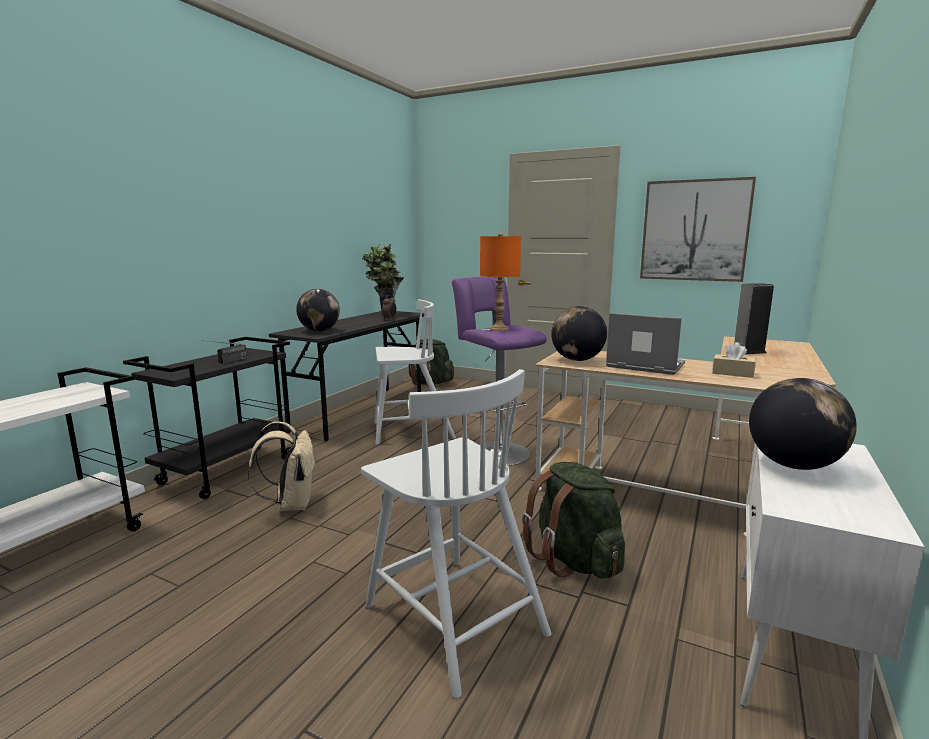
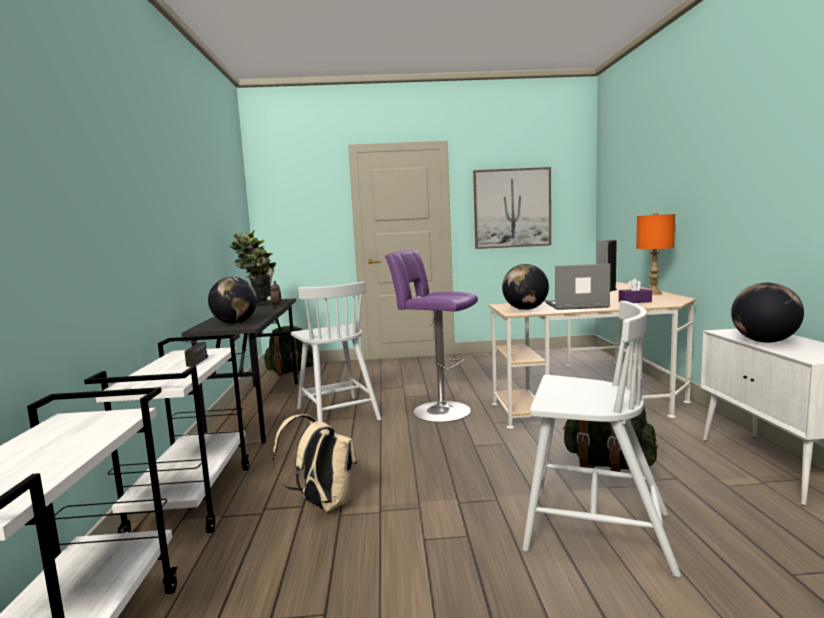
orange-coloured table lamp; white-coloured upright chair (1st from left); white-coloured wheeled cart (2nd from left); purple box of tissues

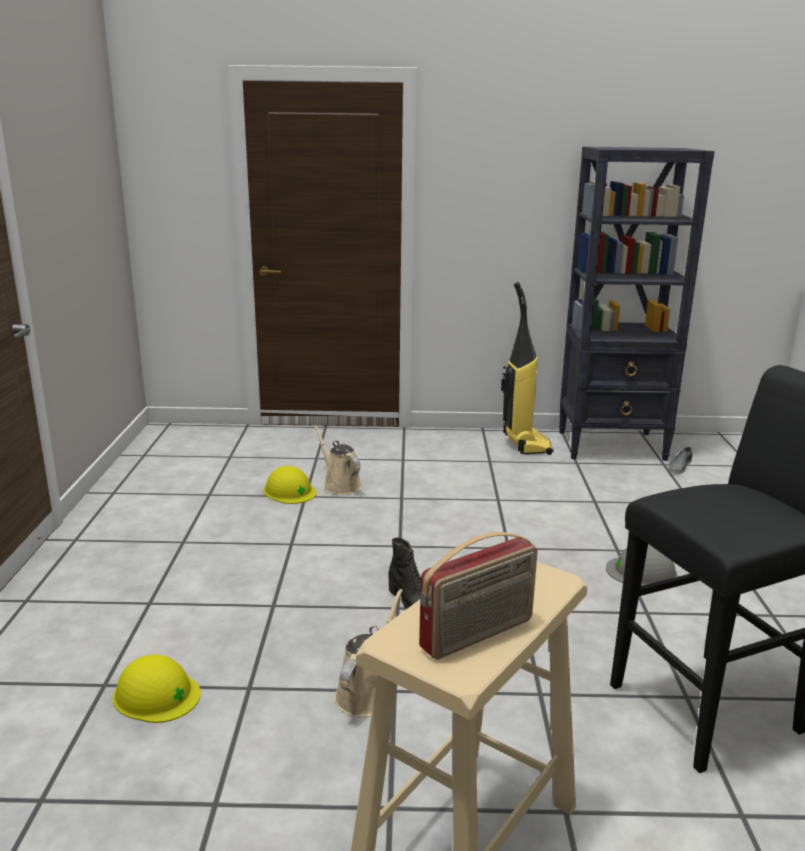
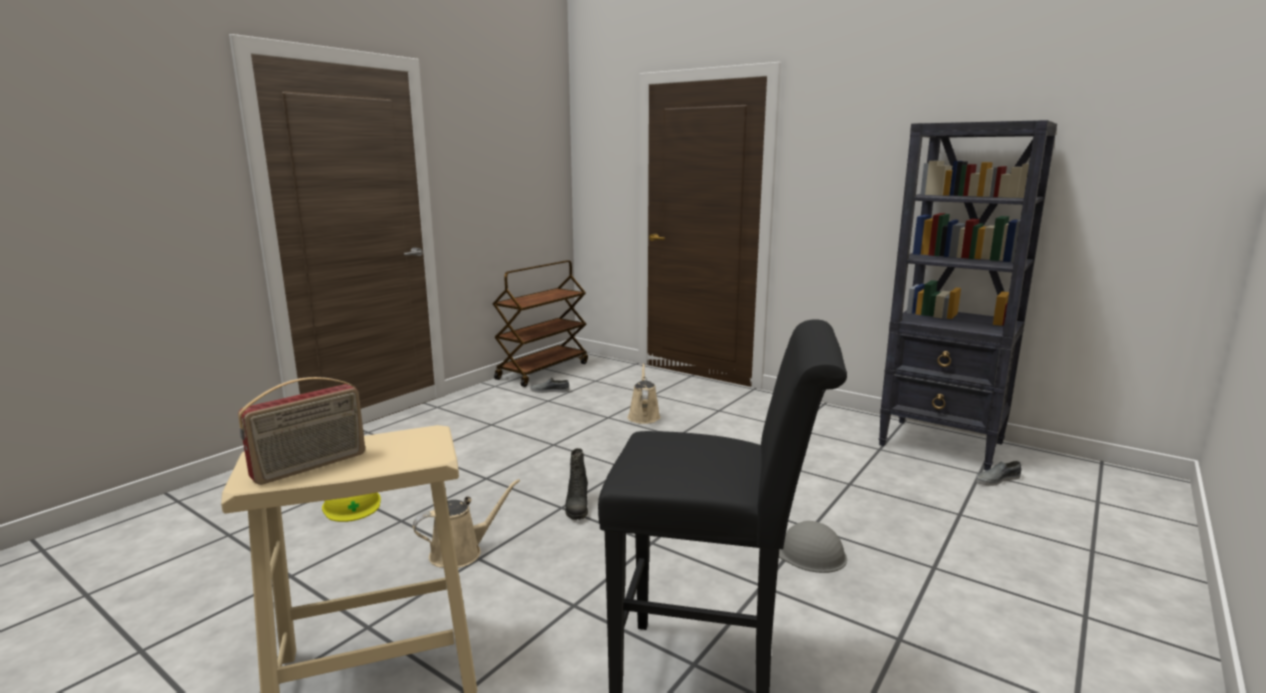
hoover; yellow work helmet (2nd from left in the first image); radio set; brown-coloured wheeled cart; greyish low shoe (1st from left)

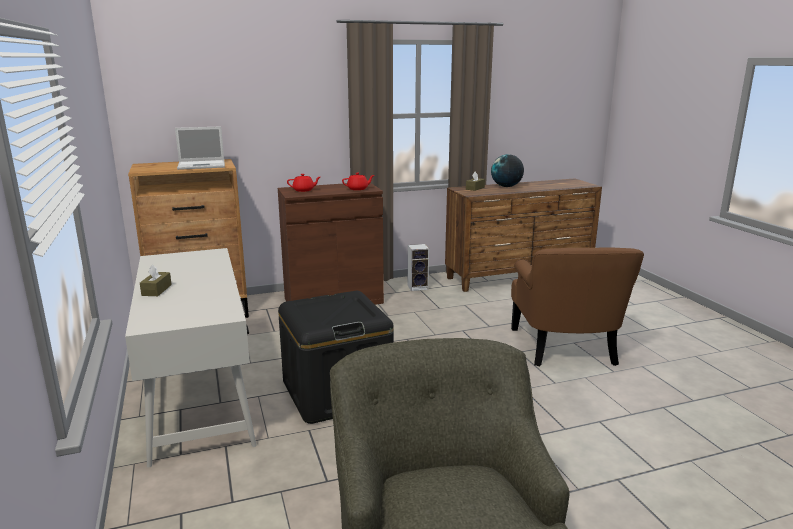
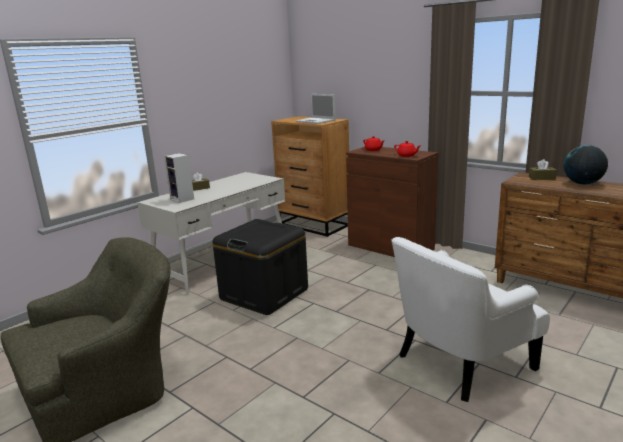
loudspeaker; white-coloured lounge chair

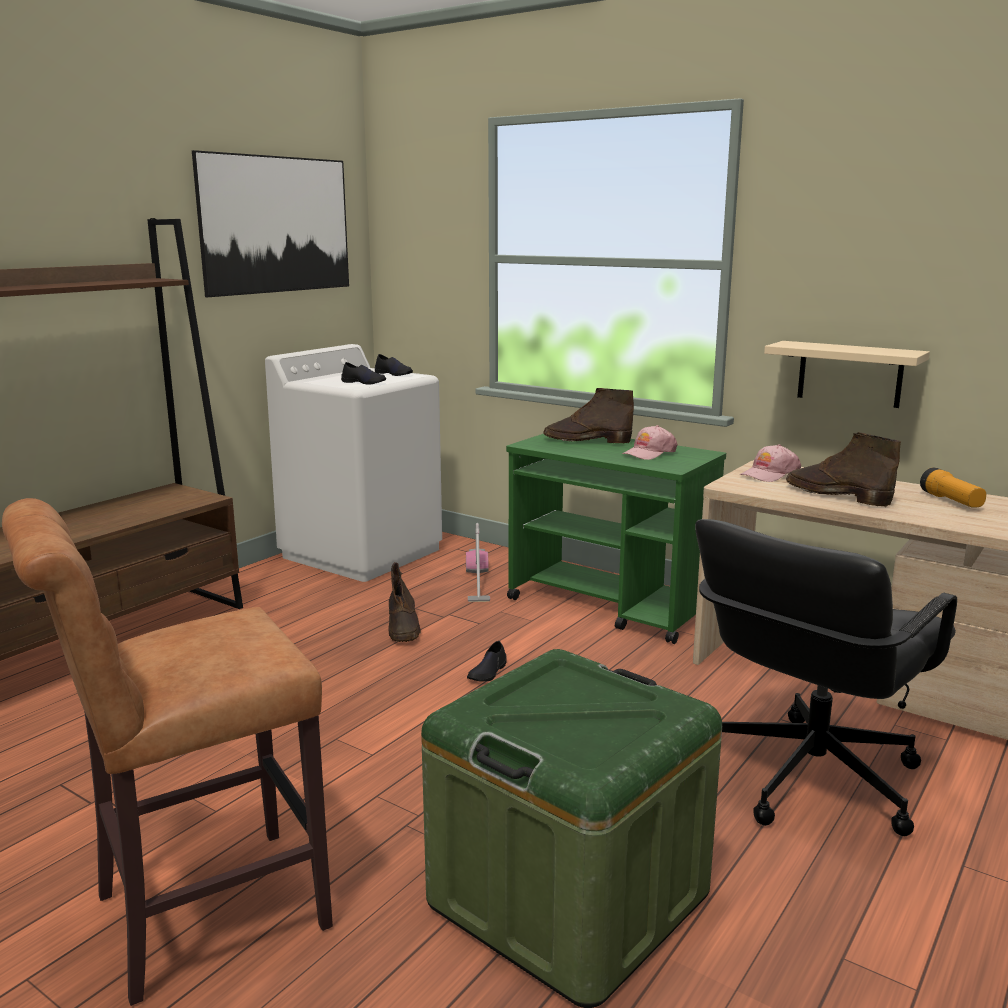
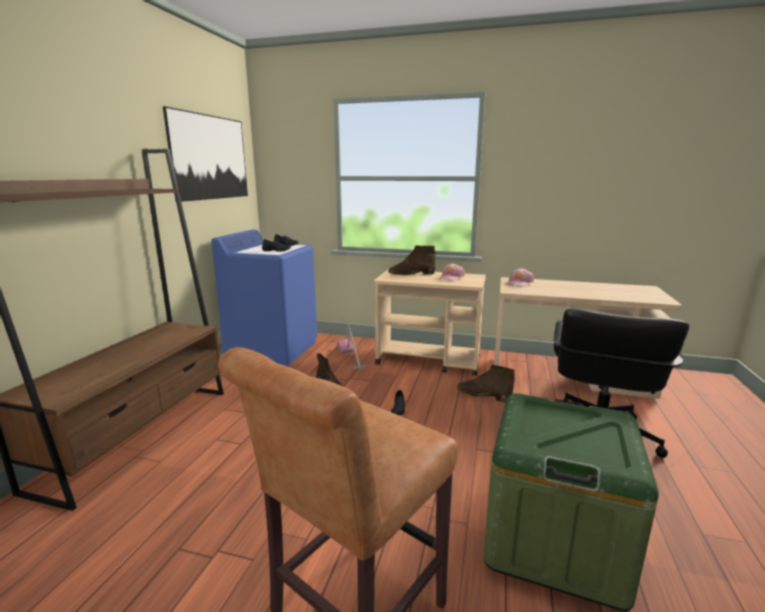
beige wall shelf; blue laundry appliance; brown-coloured tall boot (3rd from left); beige wheeled cart; hand torch

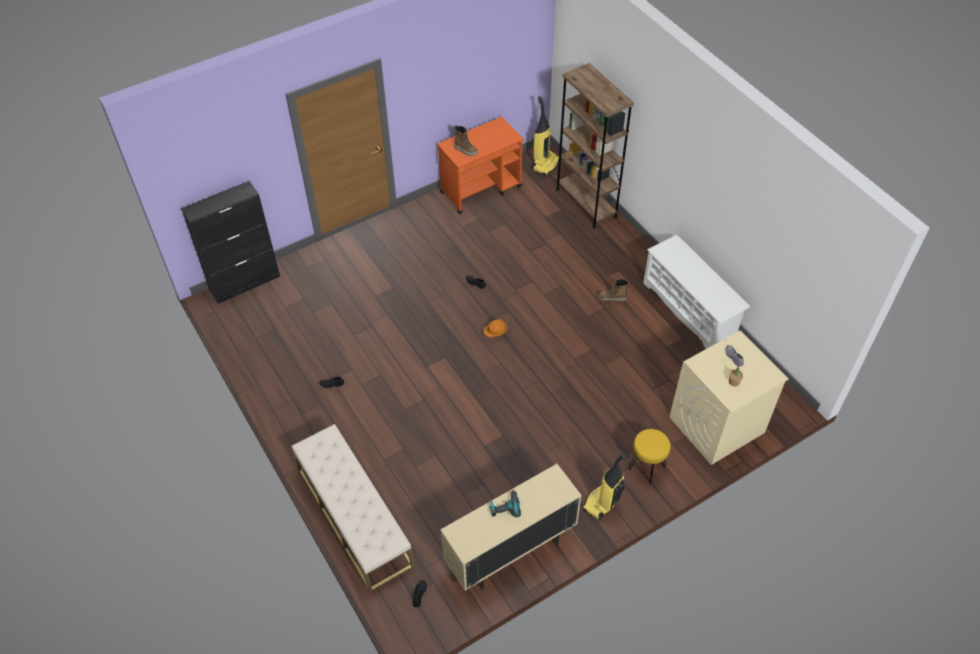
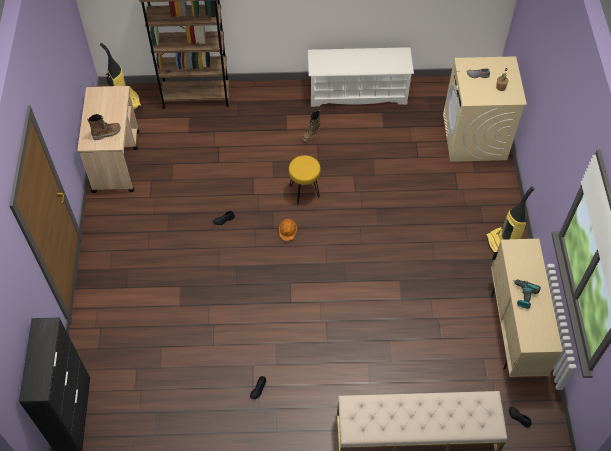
beige wheeled cart; yellow sitting stool

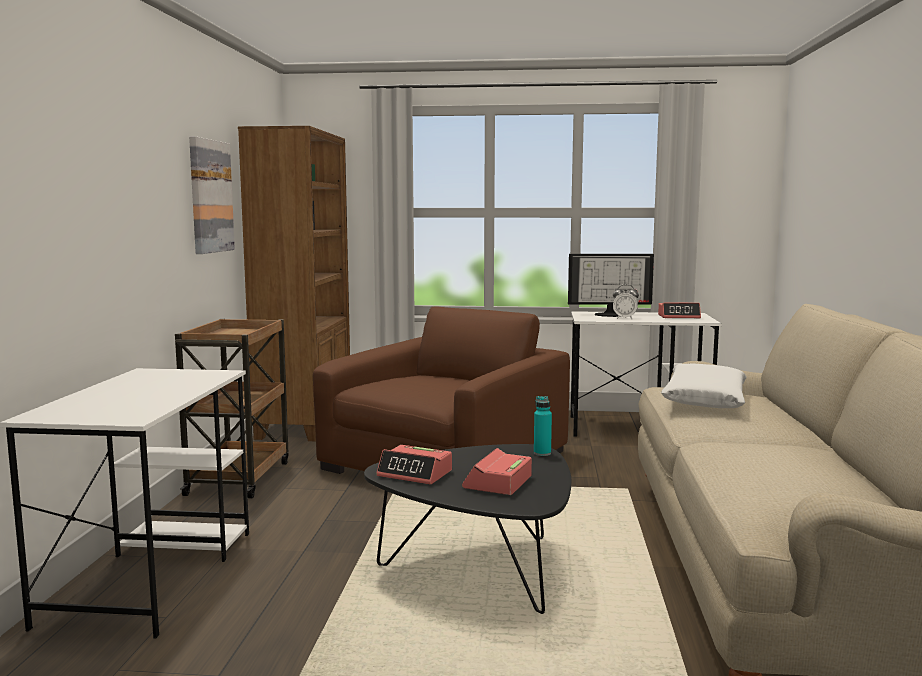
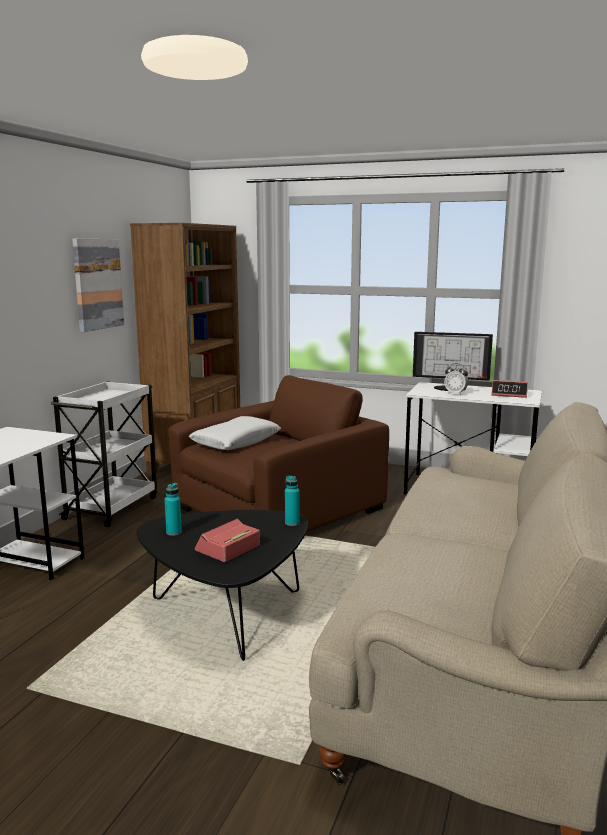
white-coloured wheeled cart; white-coloured throw pillow; turquoise beverage bottle (1st from left)

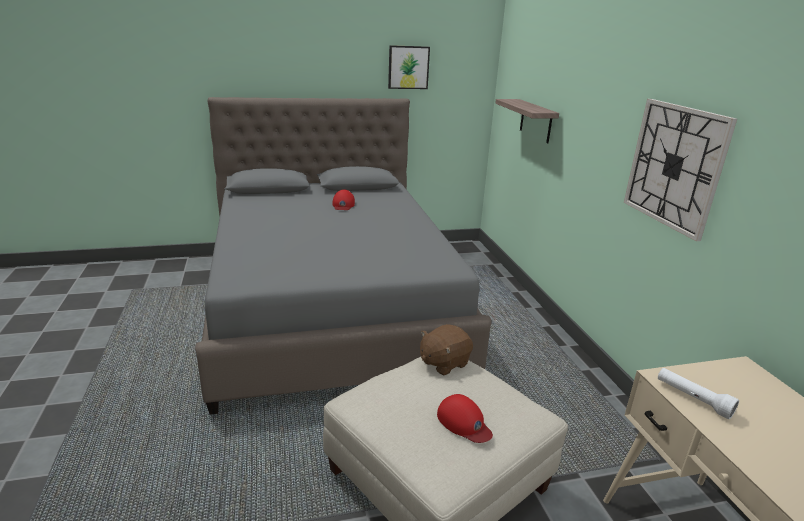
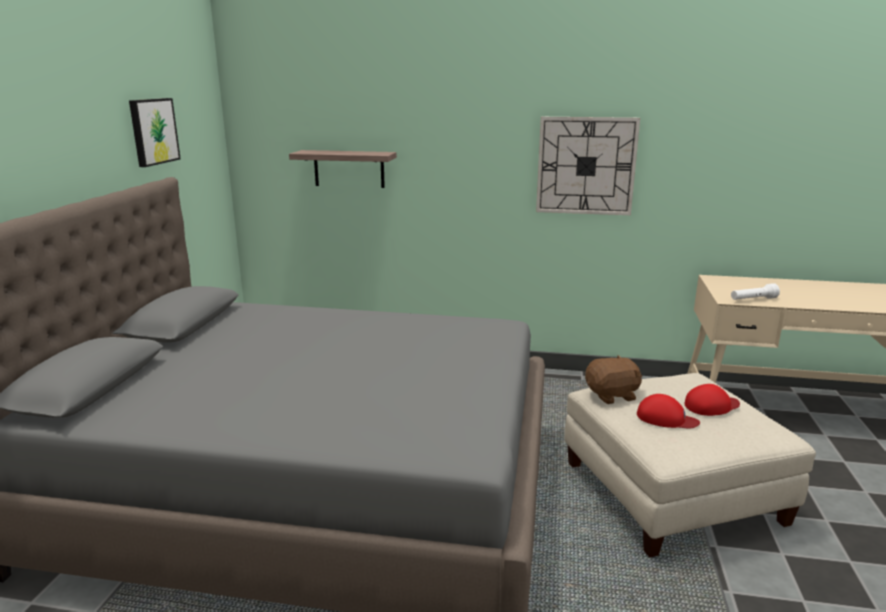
reddish cap (1st from left); brown-coloured plush toy

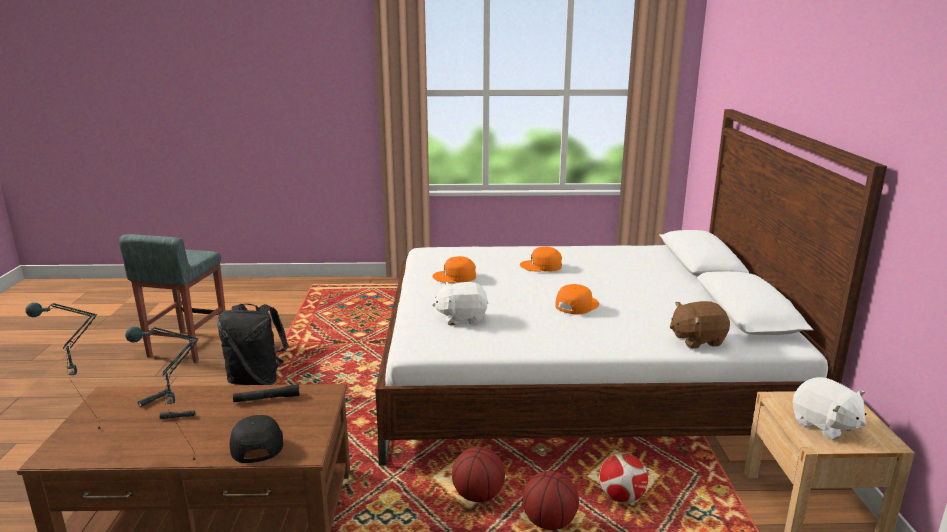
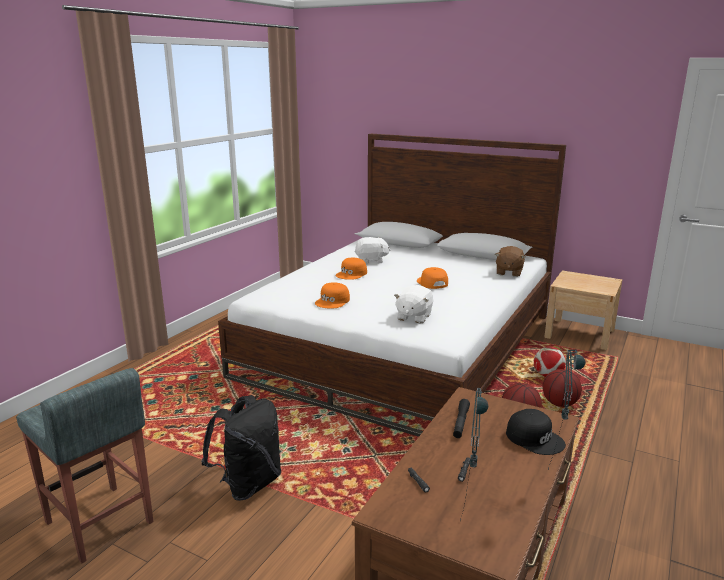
white-coloured plush toy (1st from left); blackish cap

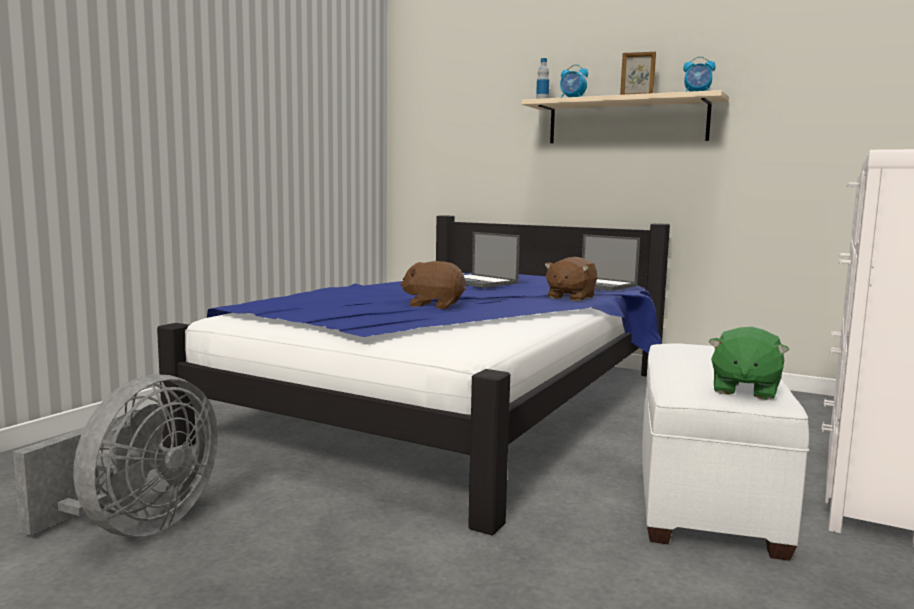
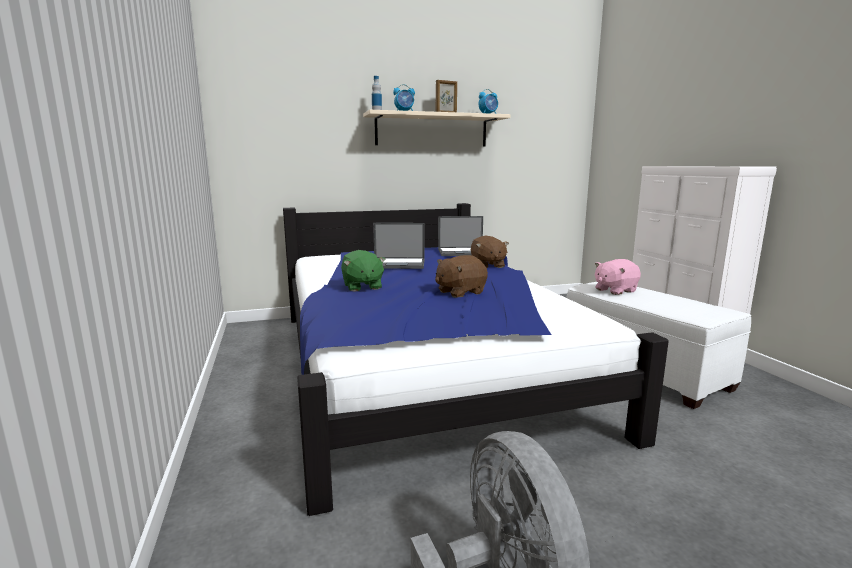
greenish plush toy; pink-coloured plush toy

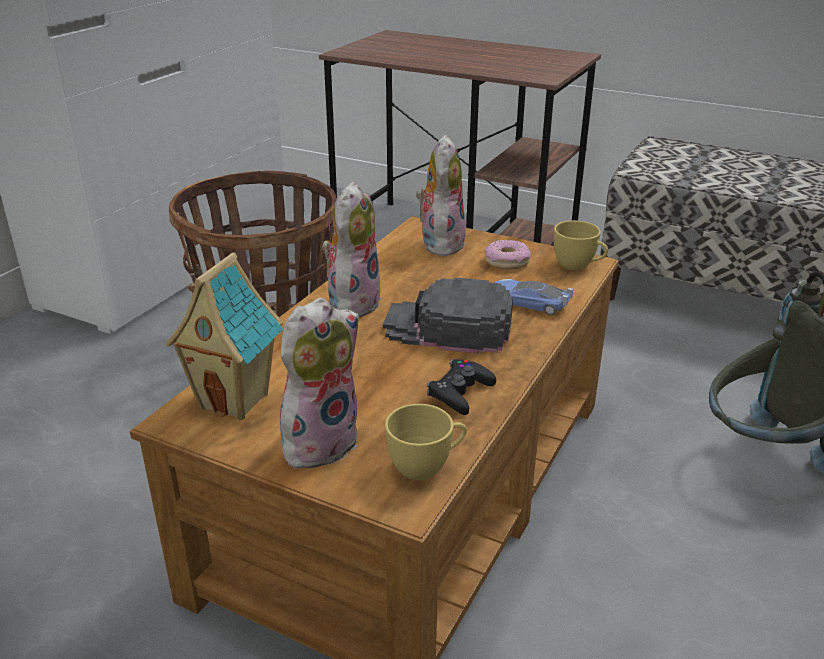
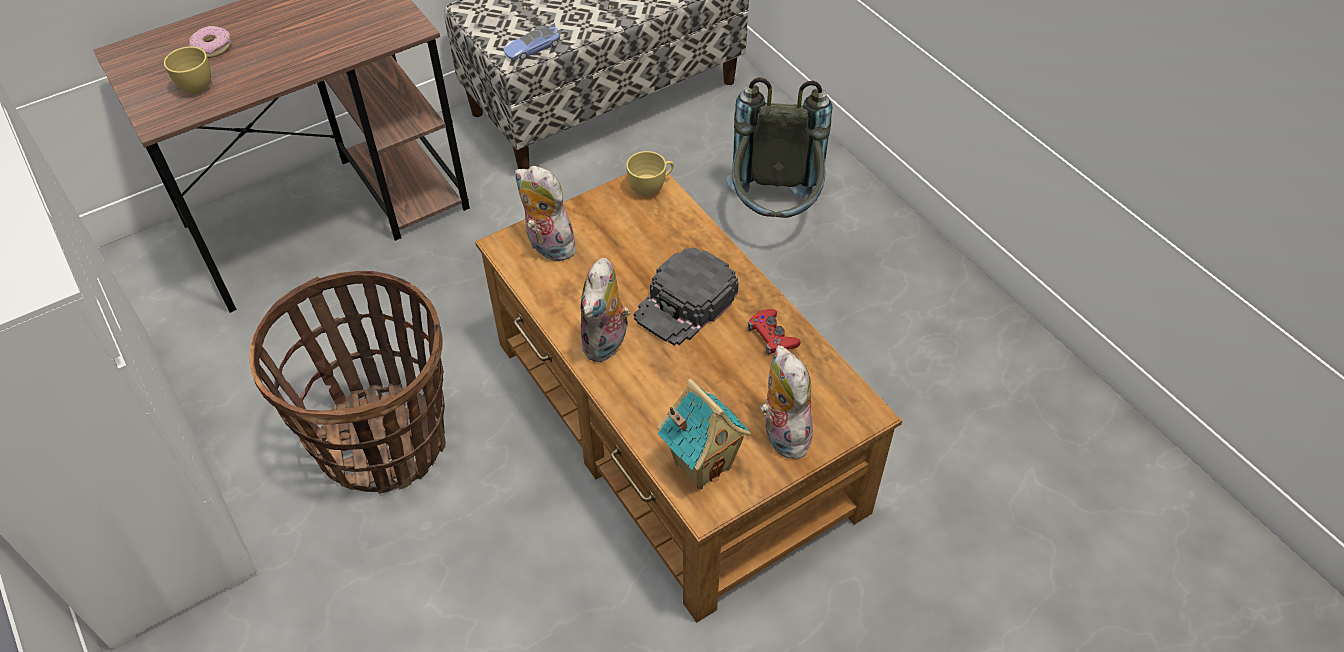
plush toy (2nd from left); ring doughnut; miniature car; reddish game controller; yellow drinking cup (1st from left)

